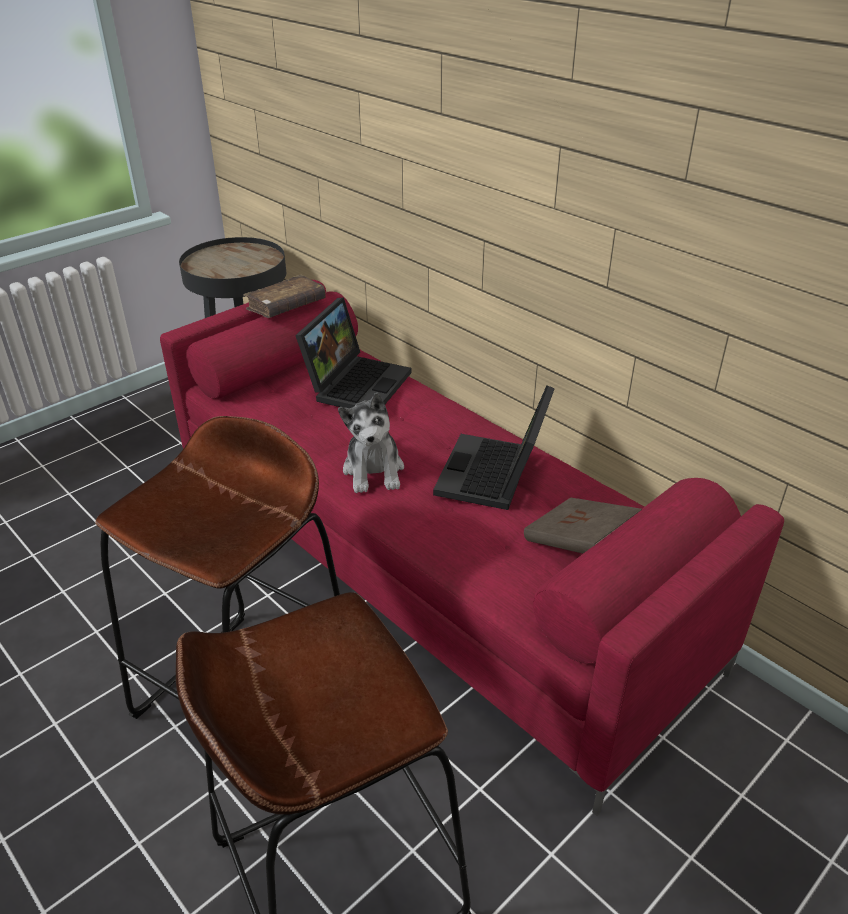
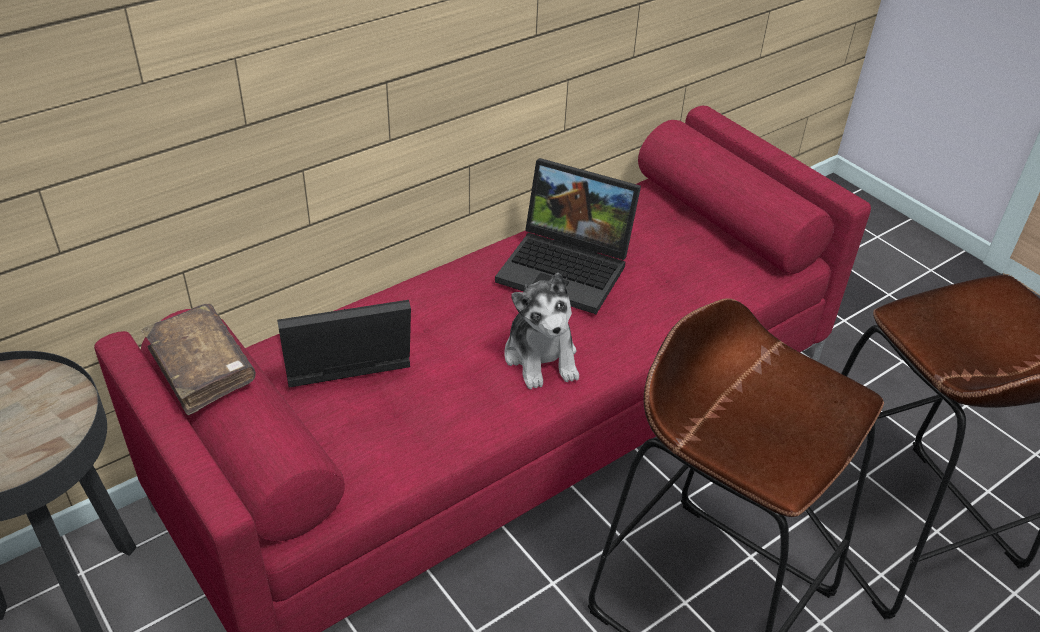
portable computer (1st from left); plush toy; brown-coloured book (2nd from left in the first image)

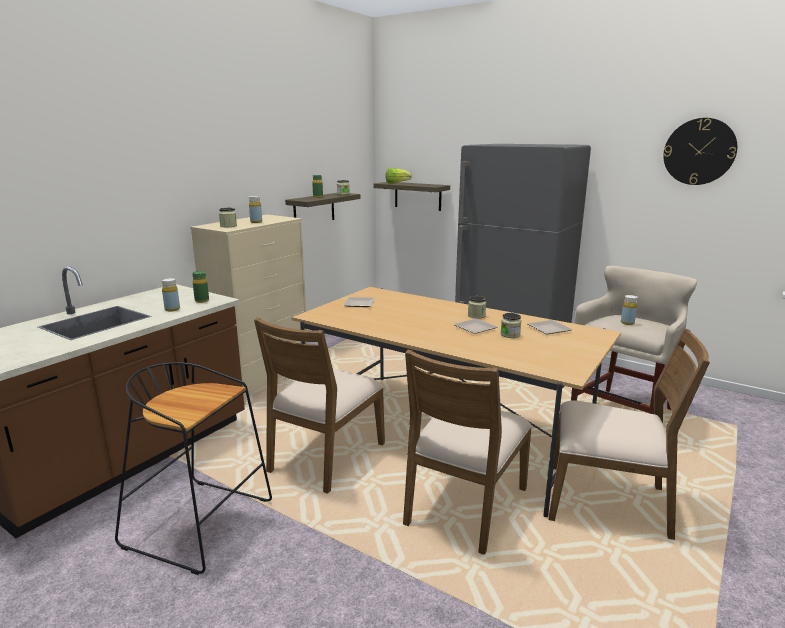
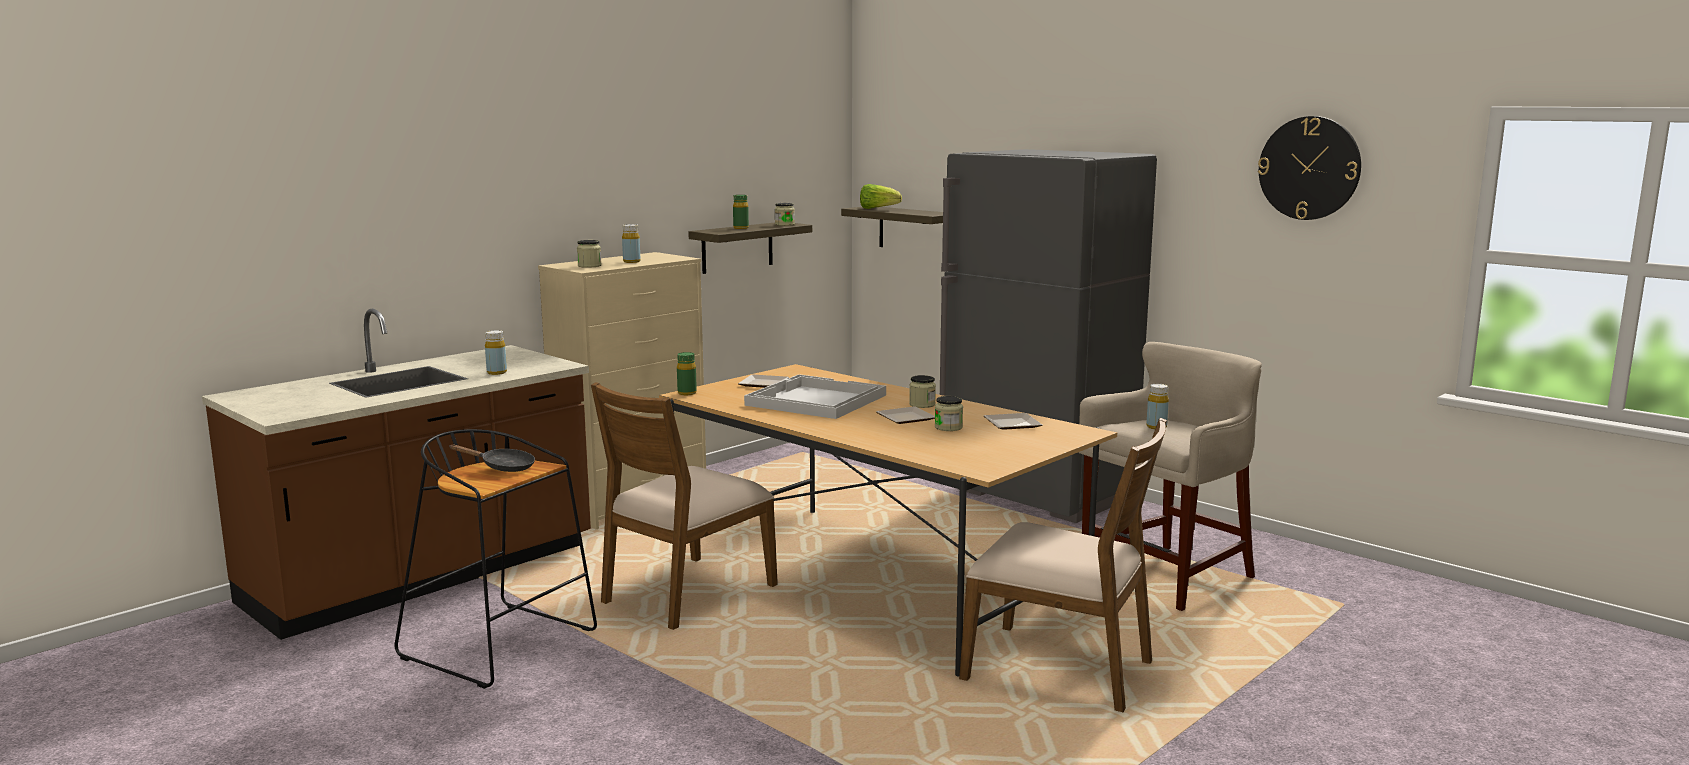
greenish beverage bottle (1st from left); brown-coloured upright chair (2nd from left in the first image); white-coloured carrying tray; blackish frying pan

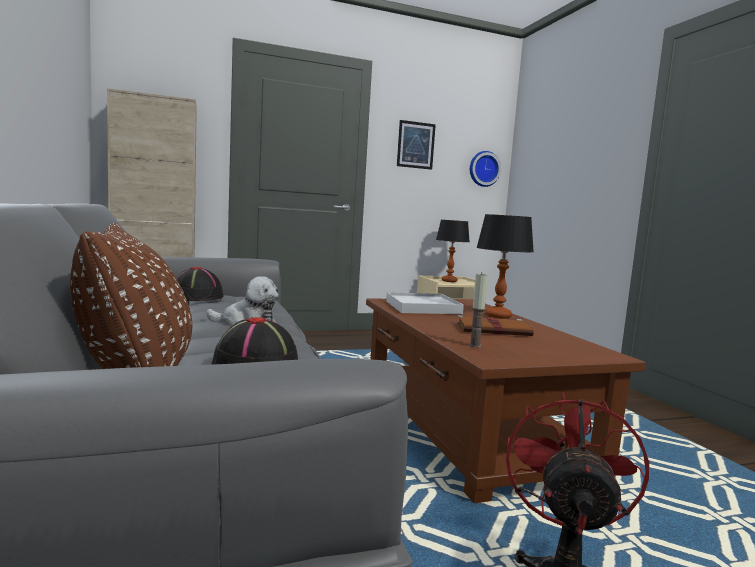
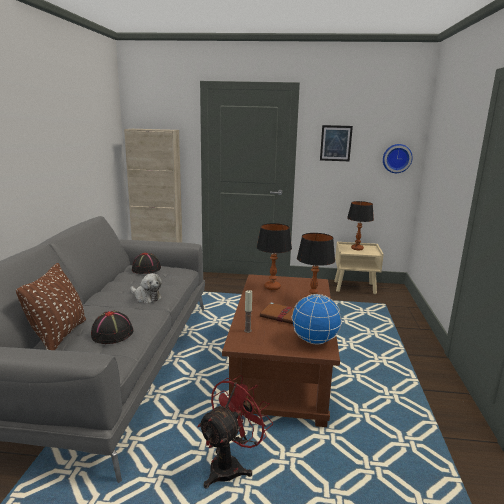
table lamp (1st from left); globe

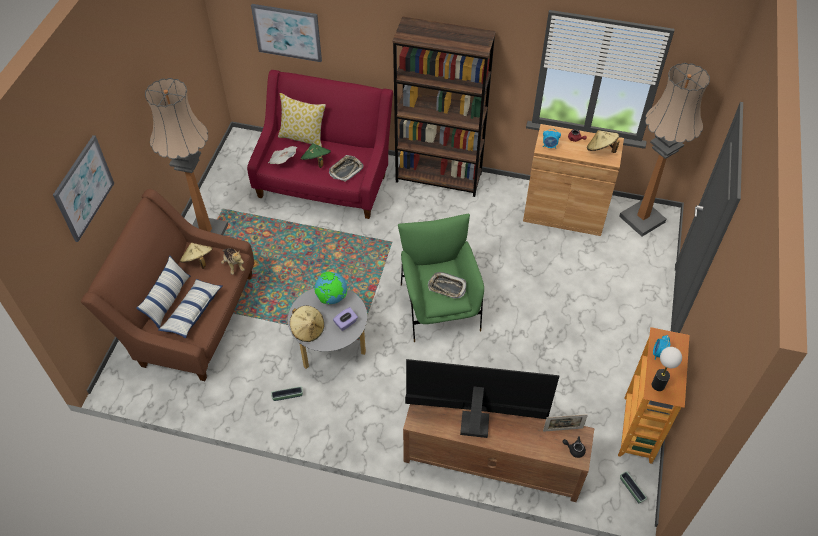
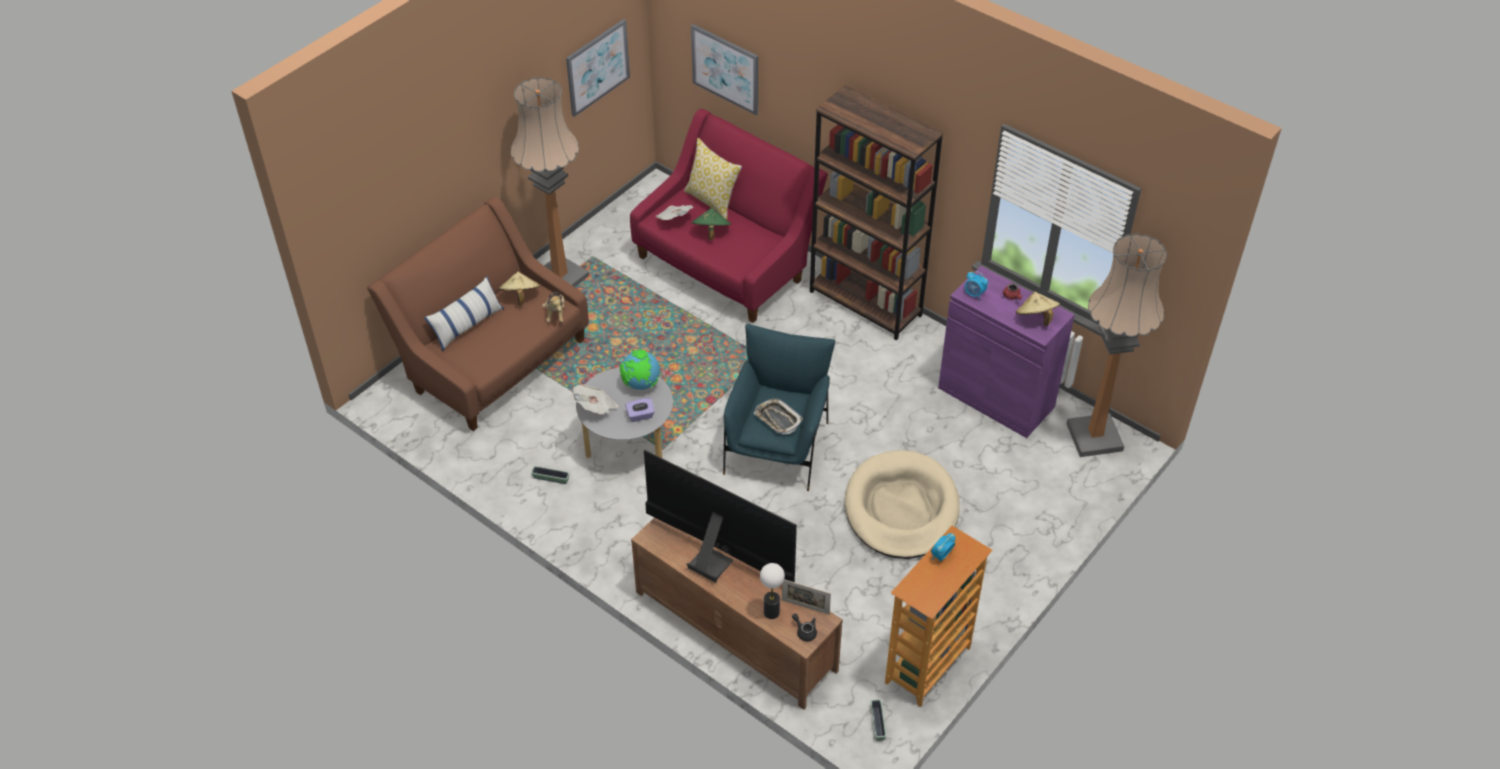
purple cabinet; wall art (1st from left); carrying tray (1st from left in the first image); blue lounge chair; throw pillow (2nd from left in the first image); newspaper (1st from left); table lamp; beige pet bed

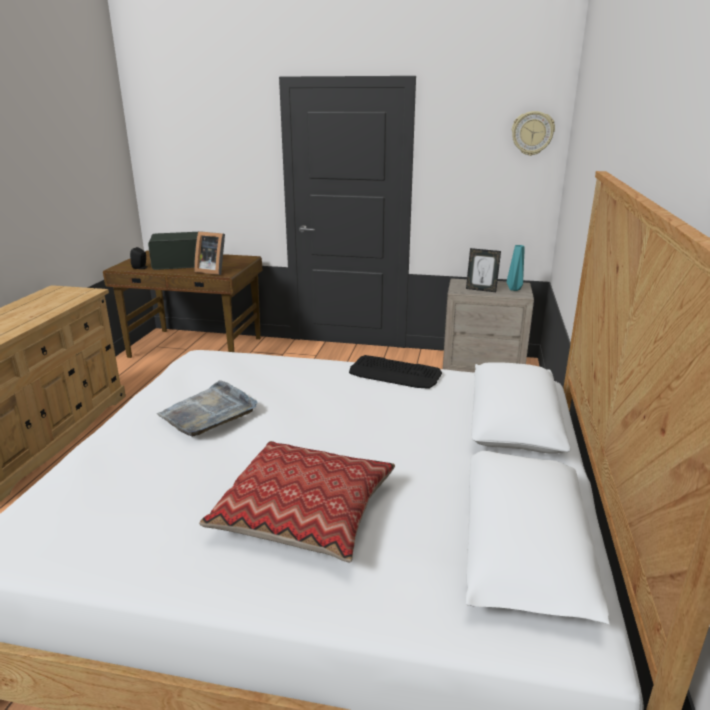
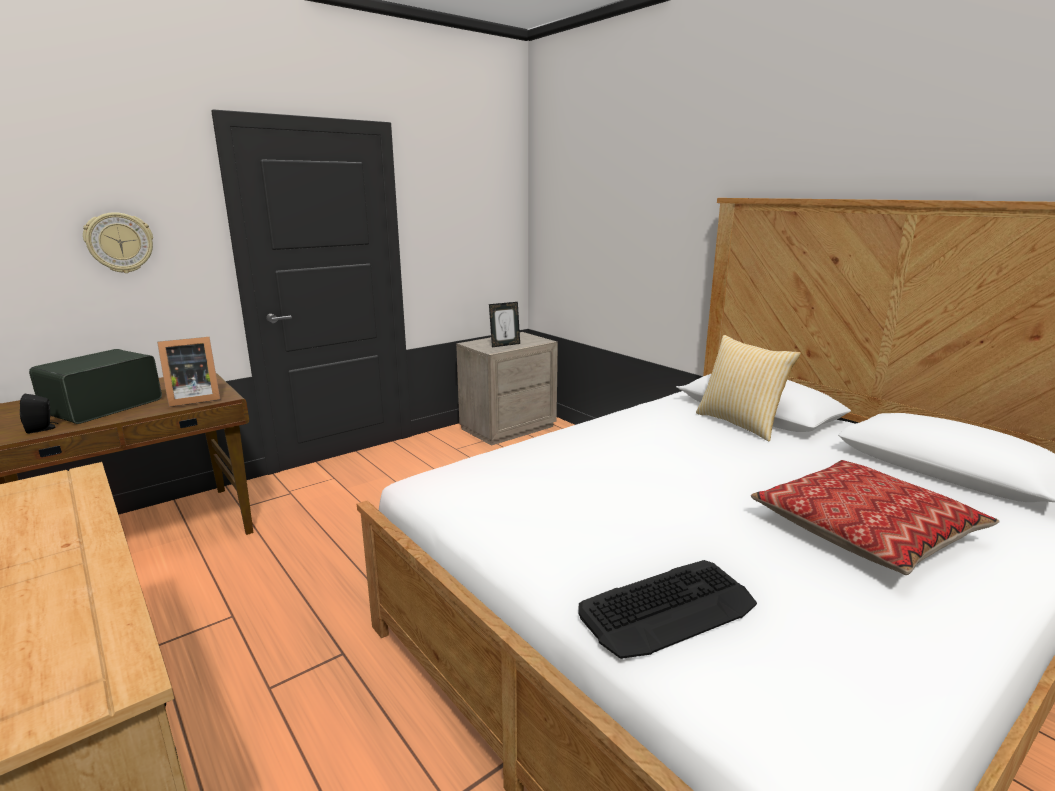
hanging clock; turquoise decorative vase; keyboard; greyish carrying tray; throw pillow (1st from left)

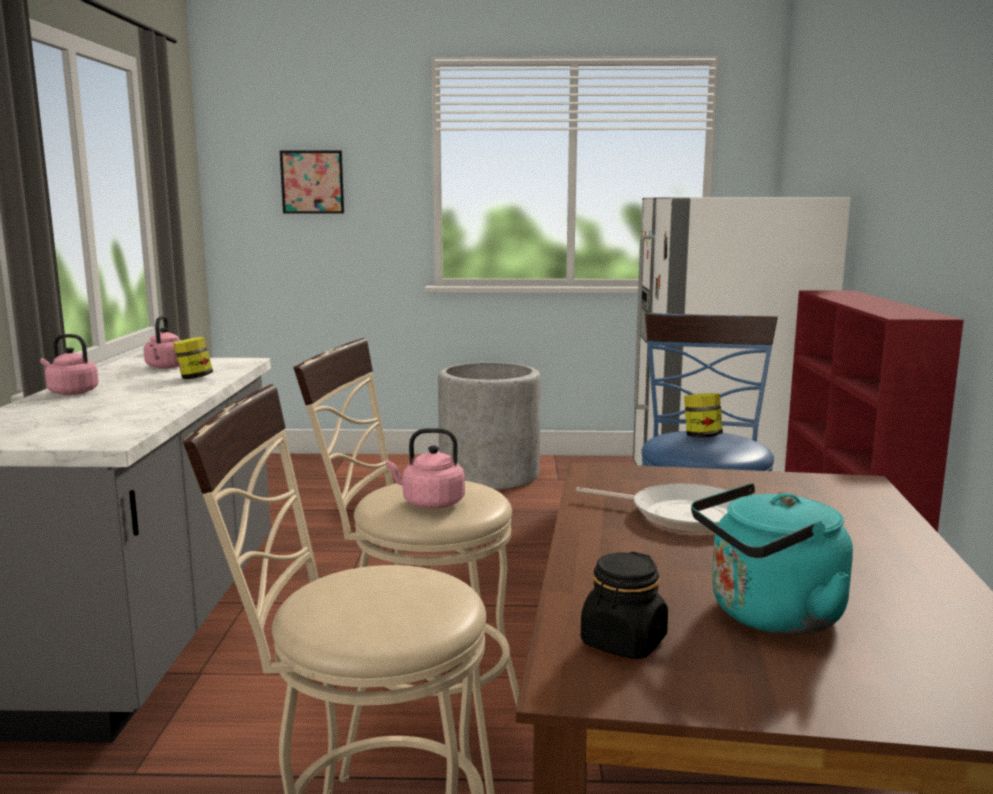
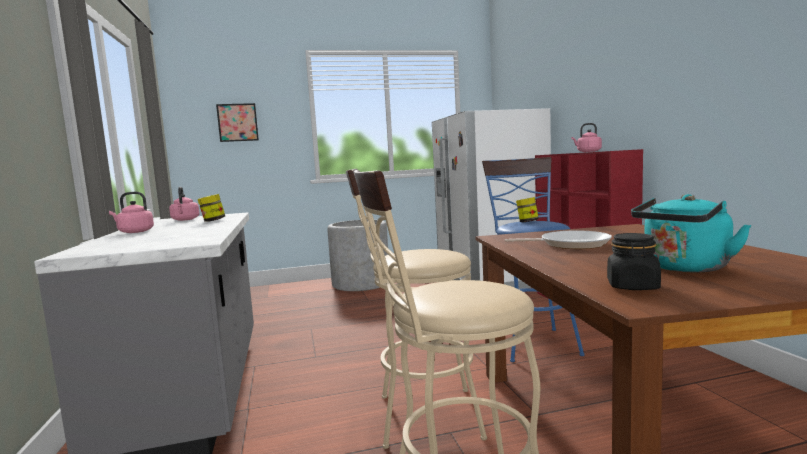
pink-coloured tea kettle (3rd from left)

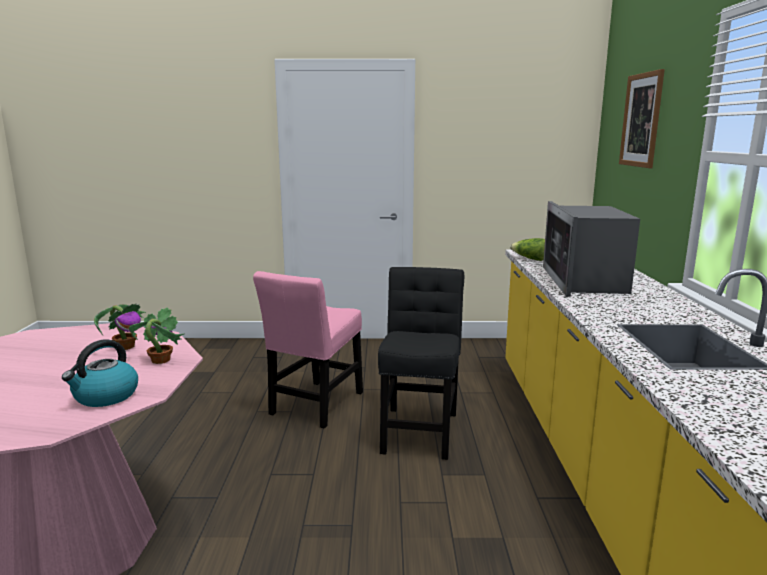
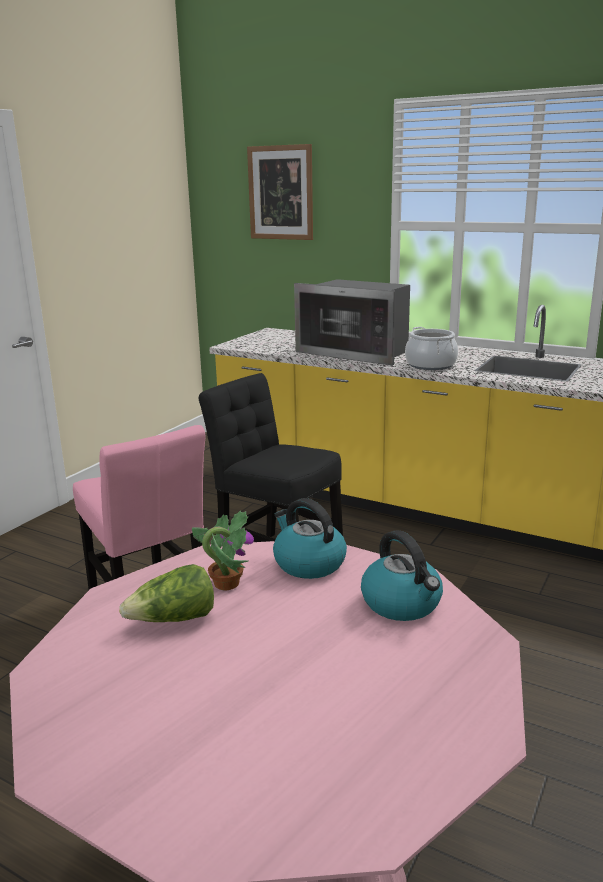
lettuce; tea kettle (1st from left); stockpot

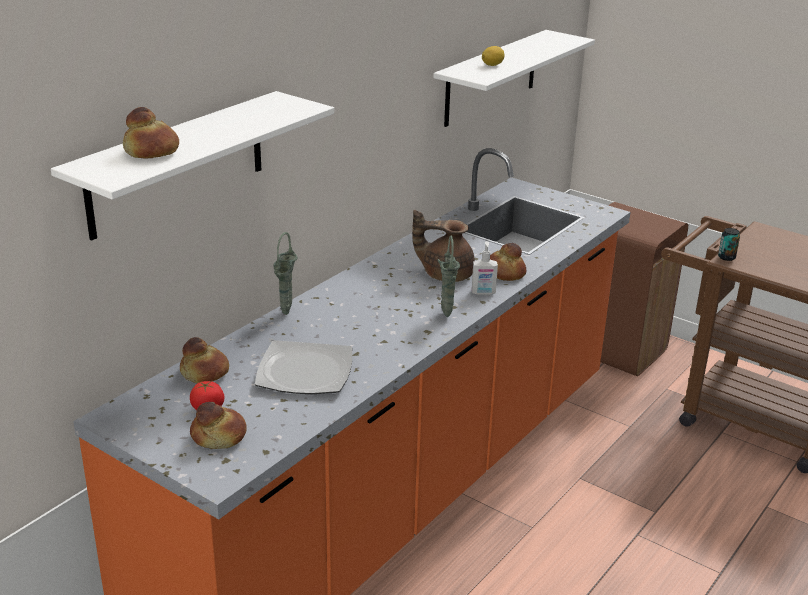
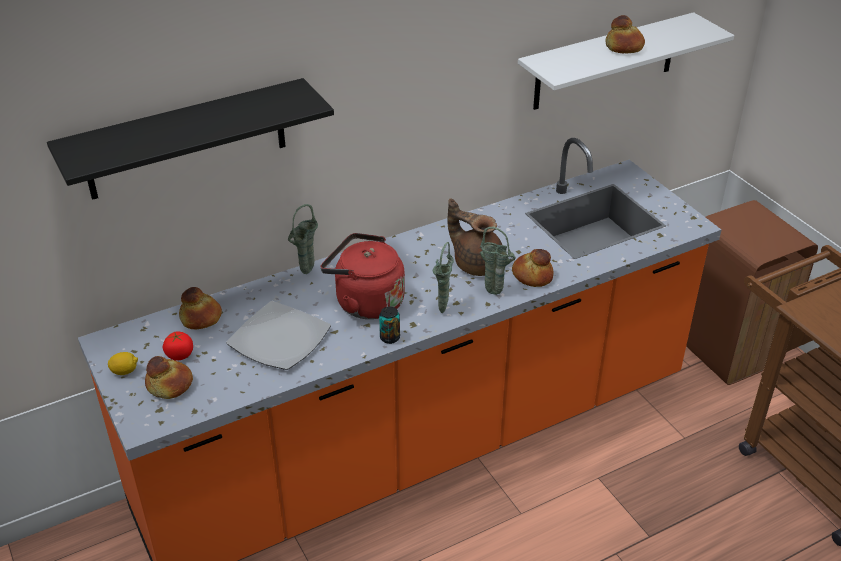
whole lemon; blackish wall shelf; bread (4th from left); sealed can; greenish decorative vase (3rd from left); reddish tea kettle

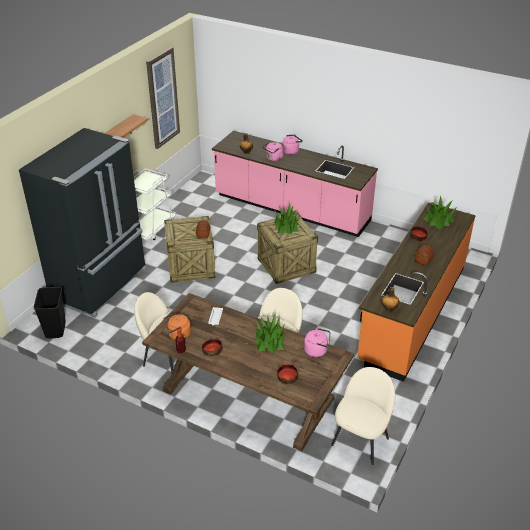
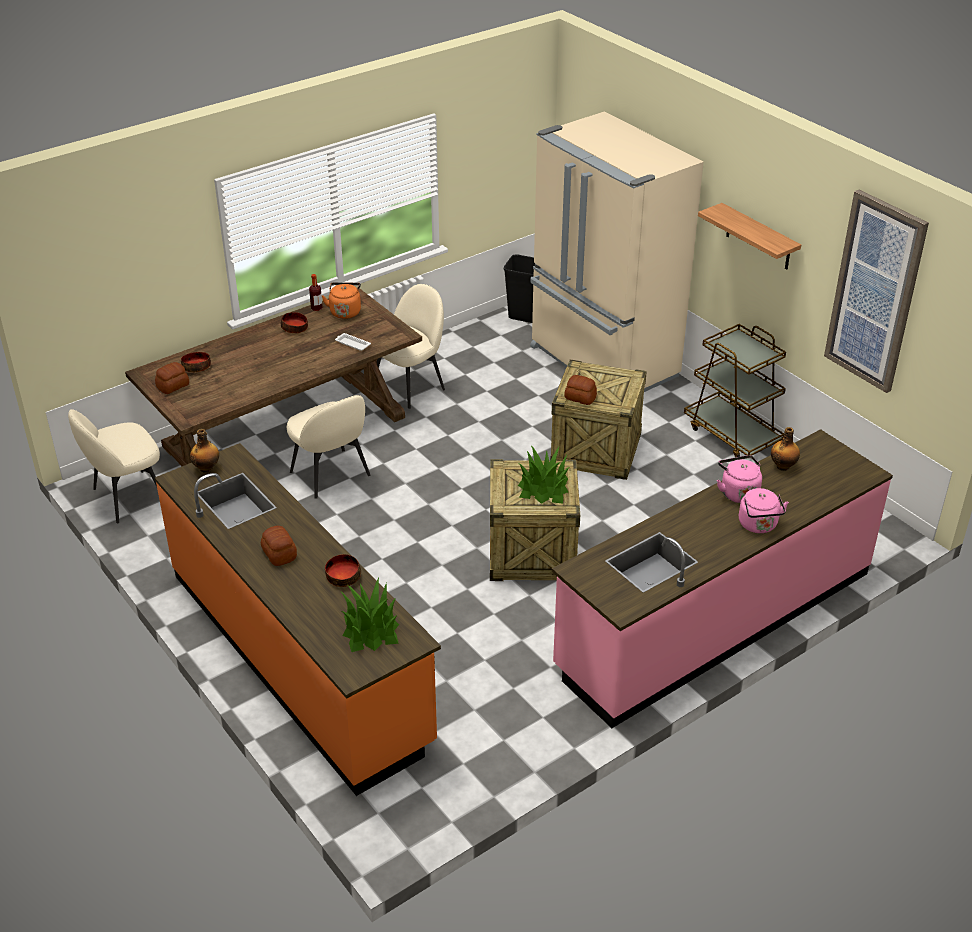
beige kitchen fridge; brown-coloured wheeled cart; houseplant (1st from left in the first image); pink-coloured tea kettle (3rd from left in the first image); beige upright chair (1st from left); bread (1st from left)

